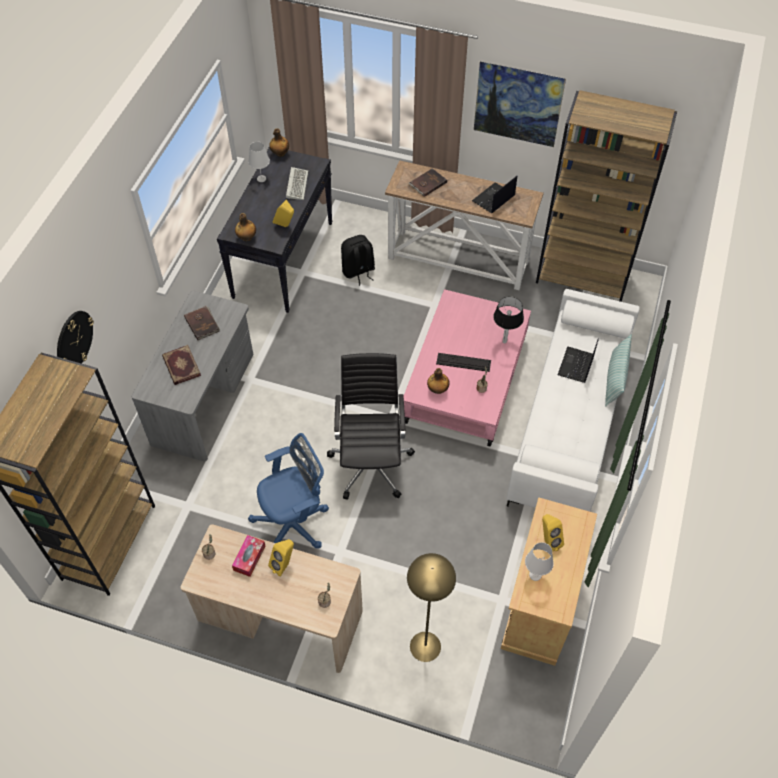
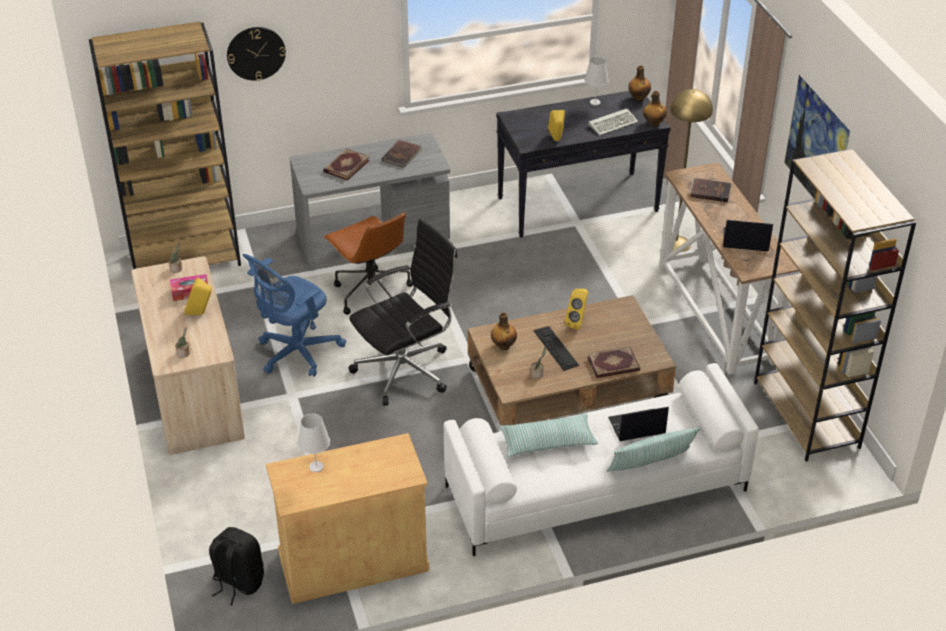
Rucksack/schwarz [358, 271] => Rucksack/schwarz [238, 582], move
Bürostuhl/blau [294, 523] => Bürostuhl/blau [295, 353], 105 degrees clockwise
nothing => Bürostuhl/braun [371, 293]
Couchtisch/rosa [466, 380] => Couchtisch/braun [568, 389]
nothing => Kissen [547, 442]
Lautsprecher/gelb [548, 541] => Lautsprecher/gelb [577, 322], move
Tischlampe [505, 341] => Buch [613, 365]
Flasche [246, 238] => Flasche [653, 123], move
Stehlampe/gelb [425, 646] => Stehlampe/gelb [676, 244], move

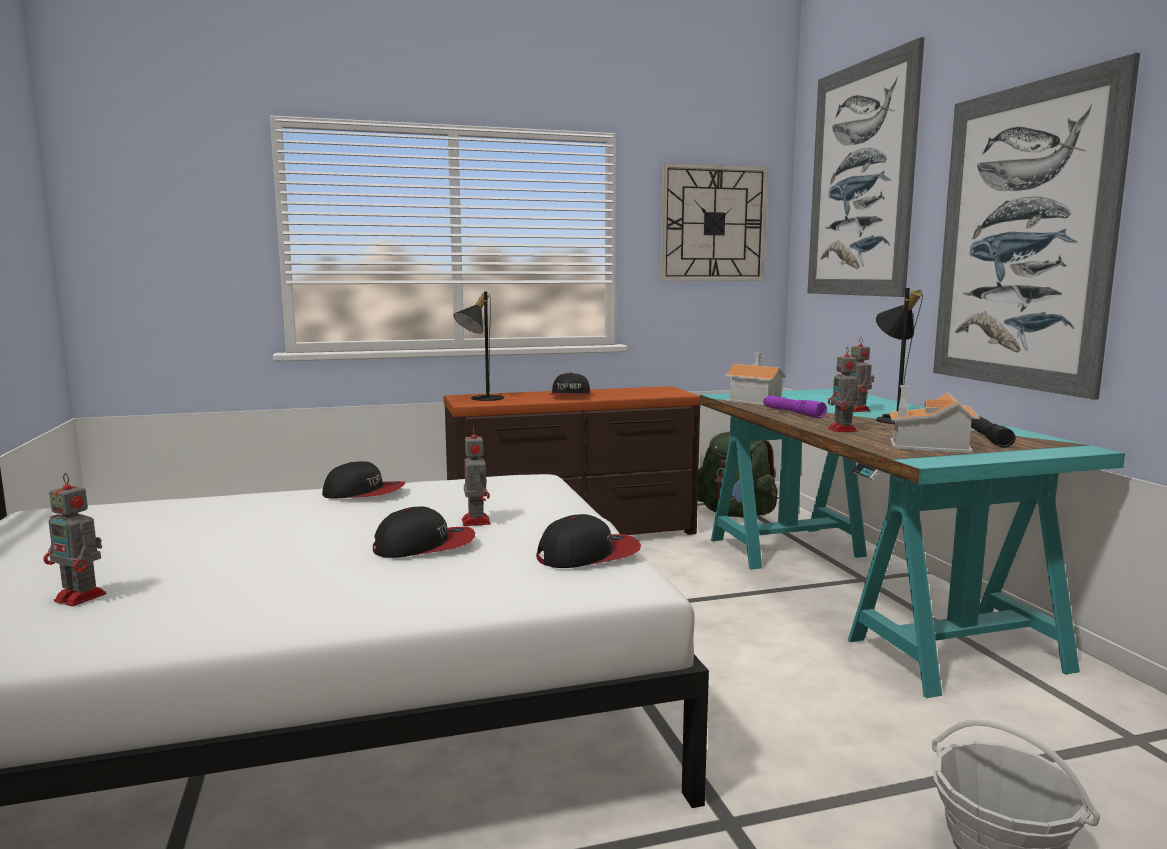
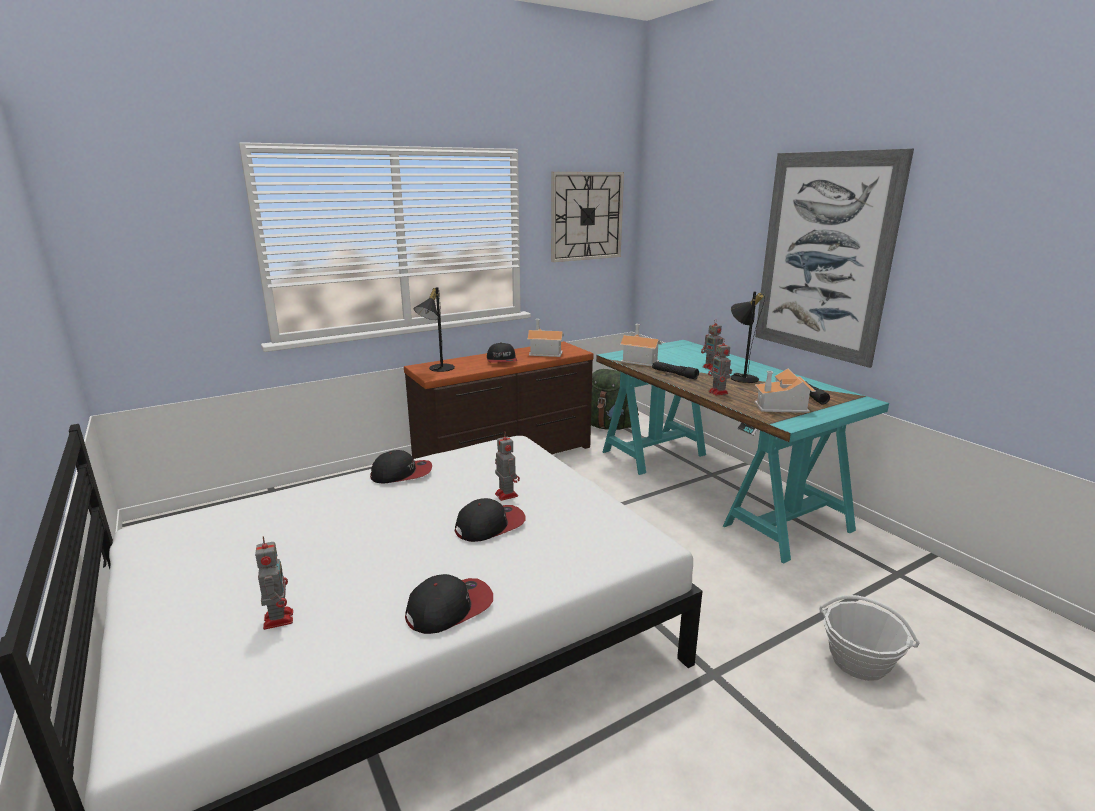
Spielzeugroboter [82, 597] => Spielzeugroboter [278, 618], 120 degrees counterclockwise
Kappe [588, 555] => Kappe [450, 608], move
nothing => Spielzeughaus [543, 351]
Taschenlampe/lila [793, 413] => Taschenlampe/schwarz [674, 374]
Bild [860, 180] => nothing

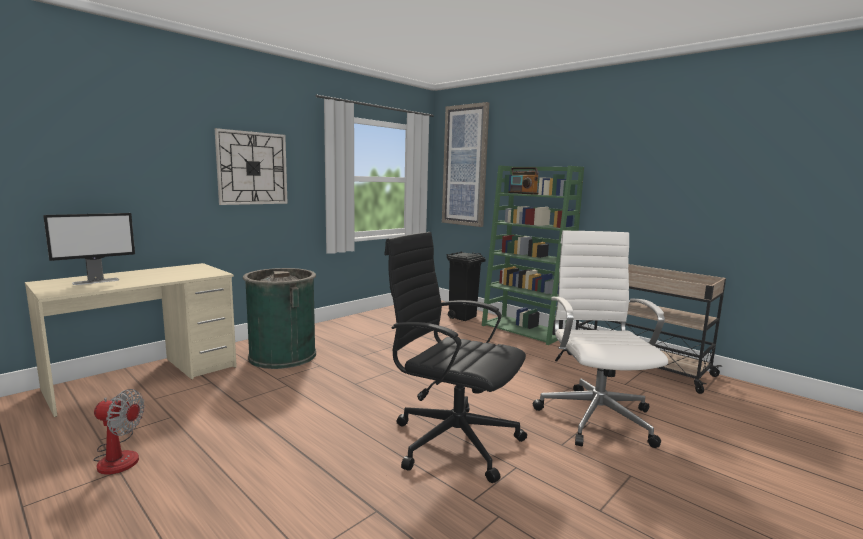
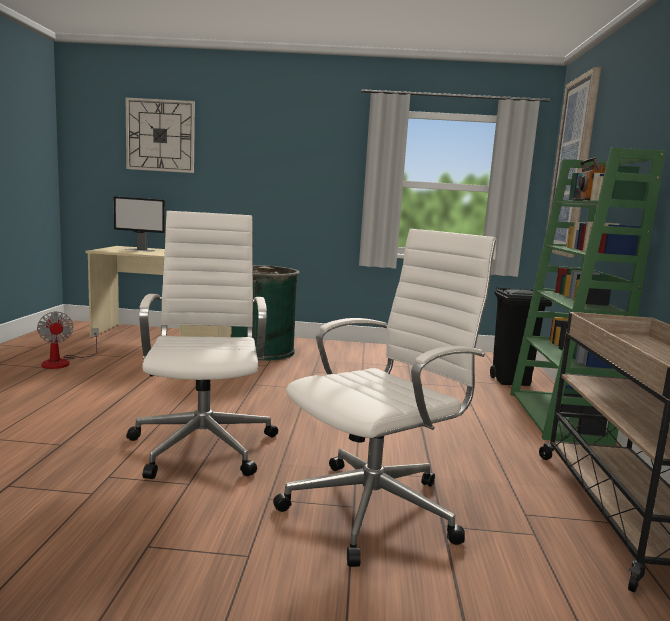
Wanduhr [252, 168] => Wanduhr [160, 135], move
Bürostuhl/schwarz [452, 440] => Bürostuhl/weiß [204, 444]

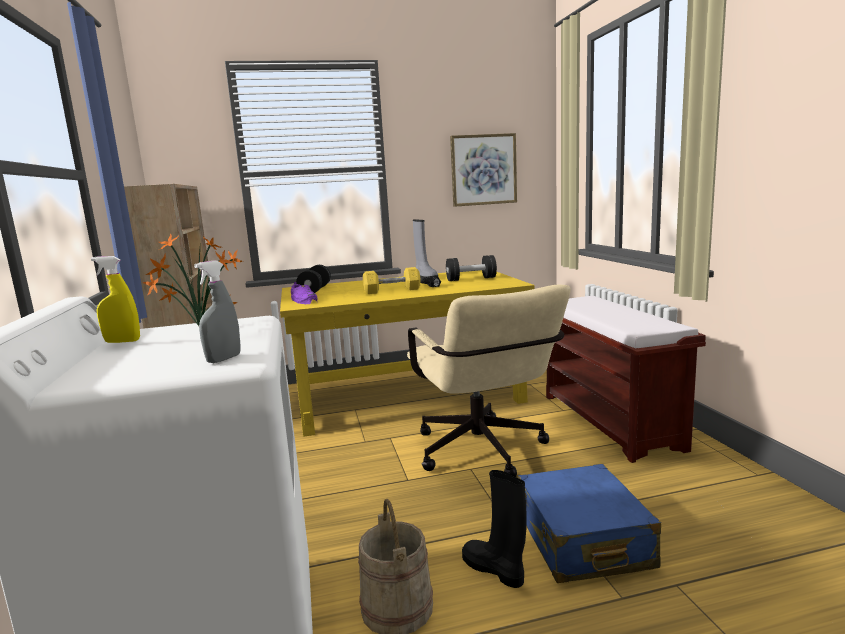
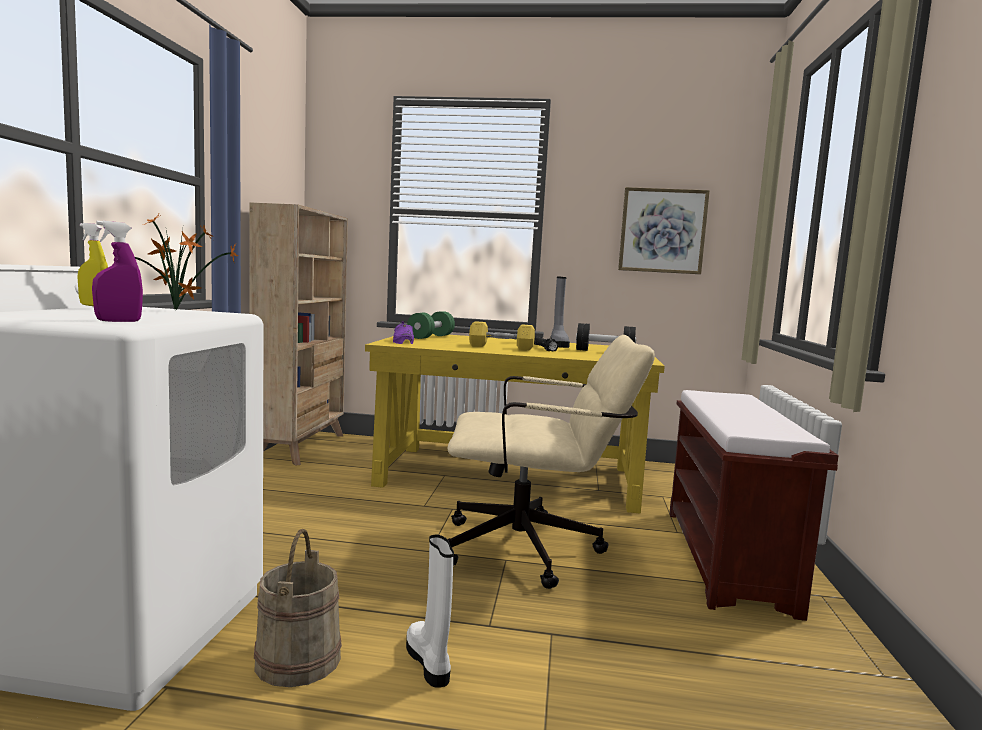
Sprühflasche/grau [224, 359] => Sprühflasche/lila [118, 321]
Stiefel/schwarz [494, 569] => Stiefel/weiß [429, 661]
Hantel/schwarz [315, 290] => Hantel/grün [431, 337]
Bürostuhl/beige [484, 454] => Bürostuhl/beige [535, 550], 90 degrees counterclockwise
Koffer/blau [582, 540] => nothing

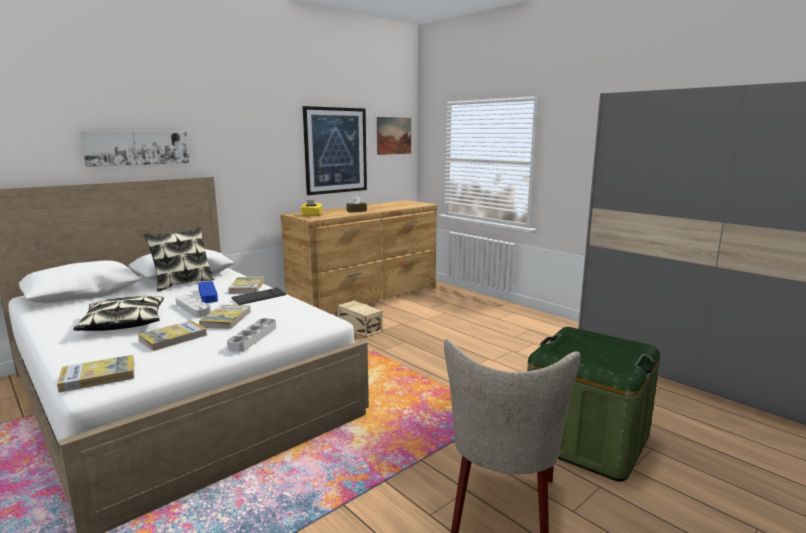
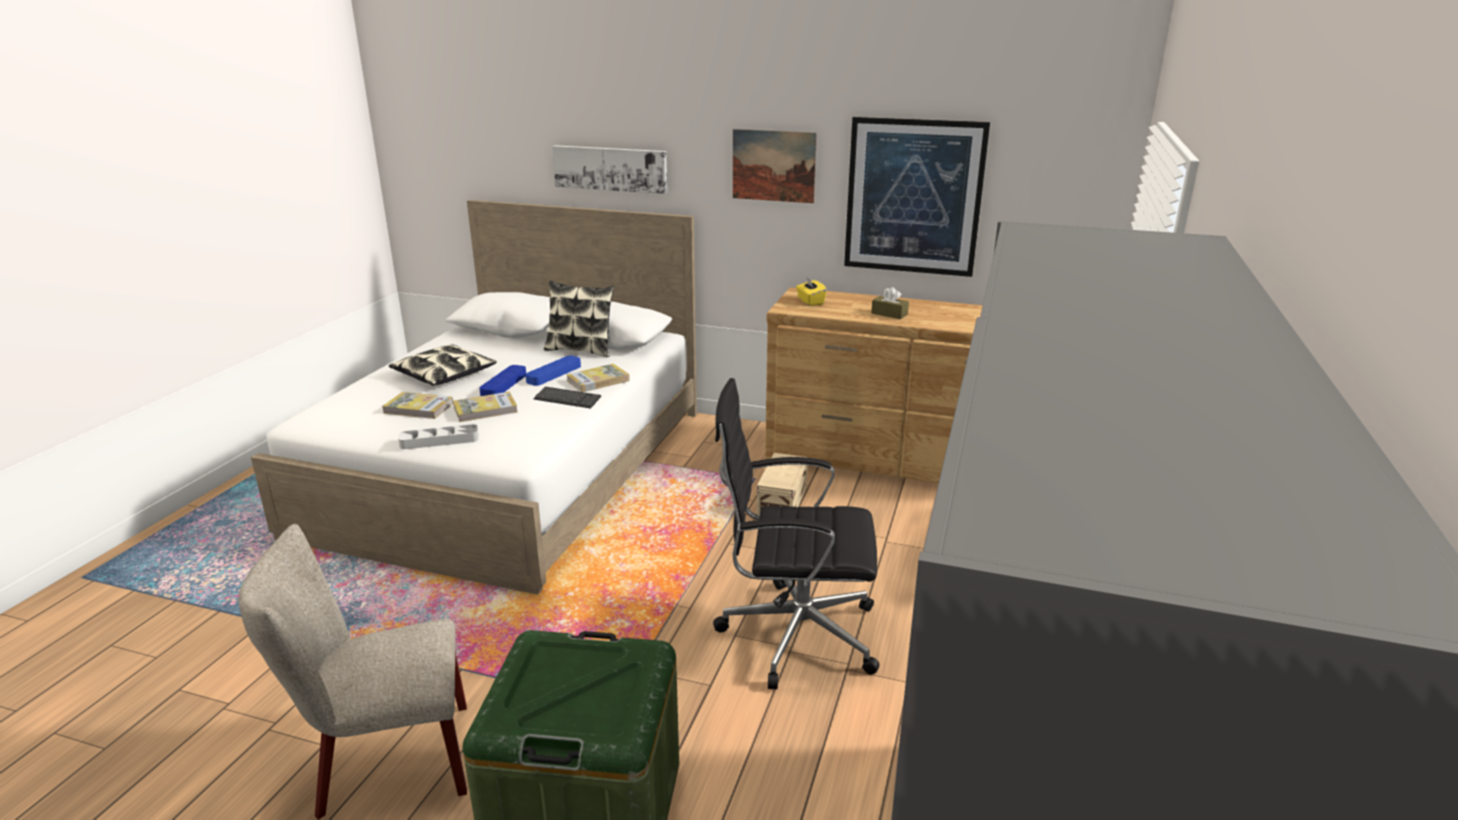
Tablett/grau [193, 309] => Tablett/blau [504, 385]
nothing => Bürostuhl/schwarz [794, 633]
Bild [394, 135] => Bild [773, 166], move
Buch [98, 376] => nothing

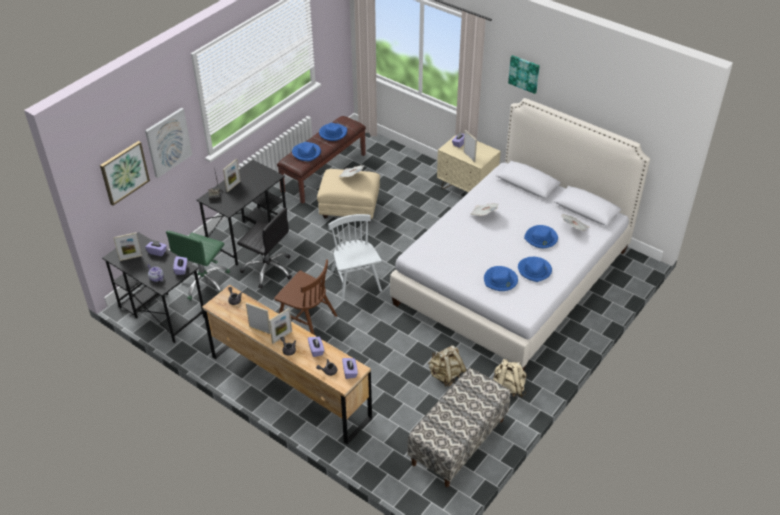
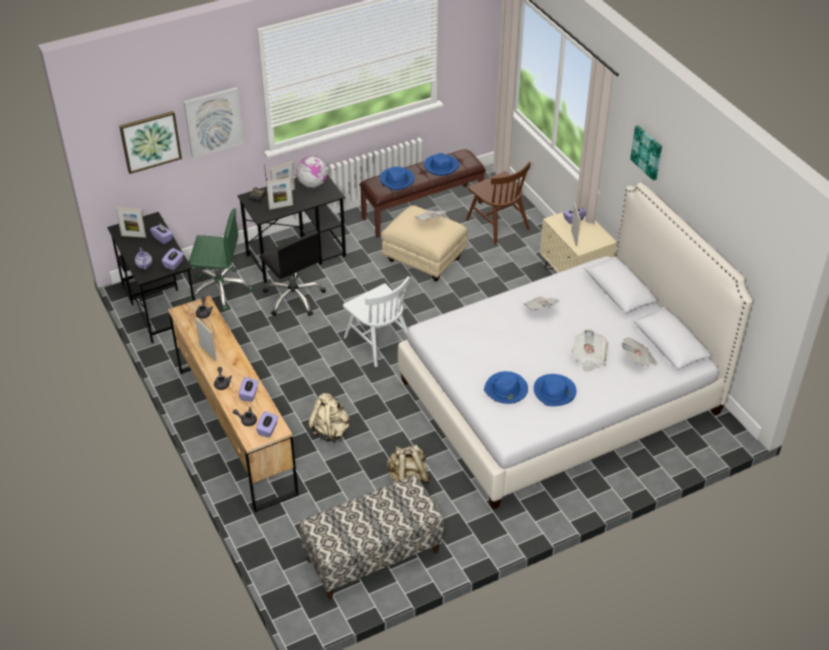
Bürostuhl/grün [204, 282] => Bürostuhl/grün [220, 289], 135 degrees counterclockwise
Bilderrahmen [282, 337] => Bilderrahmen [281, 206], move
nothing => Globus [312, 184]
Rucksack/beige [508, 388] => Rucksack/beige [330, 431], move
Stuhl/weiß [356, 281] => Stuhl/weiß [378, 341], 135 degrees clockwise
Stuhl/braun [306, 320] => Stuhl/braun [497, 224], move
Hut/blau [541, 238] => Zeitung [589, 358]

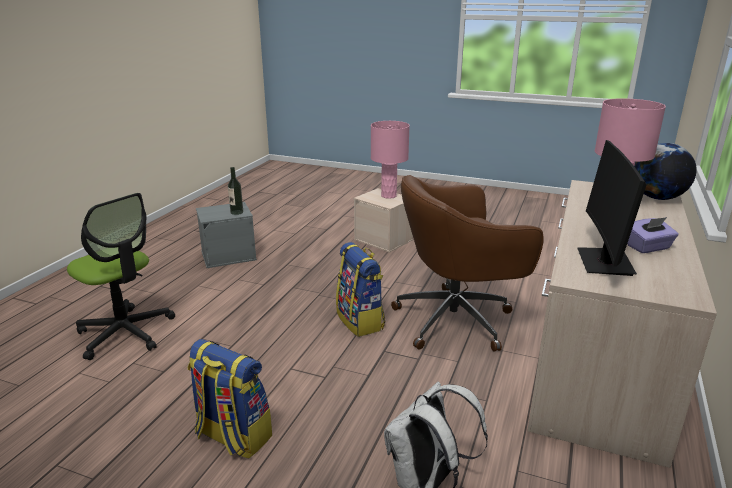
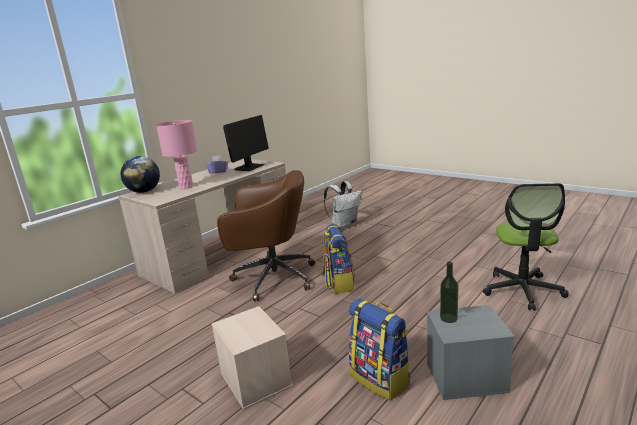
Rucksack [232, 436] => Rucksack [380, 379], move
Bürostuhl [126, 333] => Bürostuhl [522, 290], 135 degrees counterclockwise
Tischlampe/rosa [389, 195] => nothing

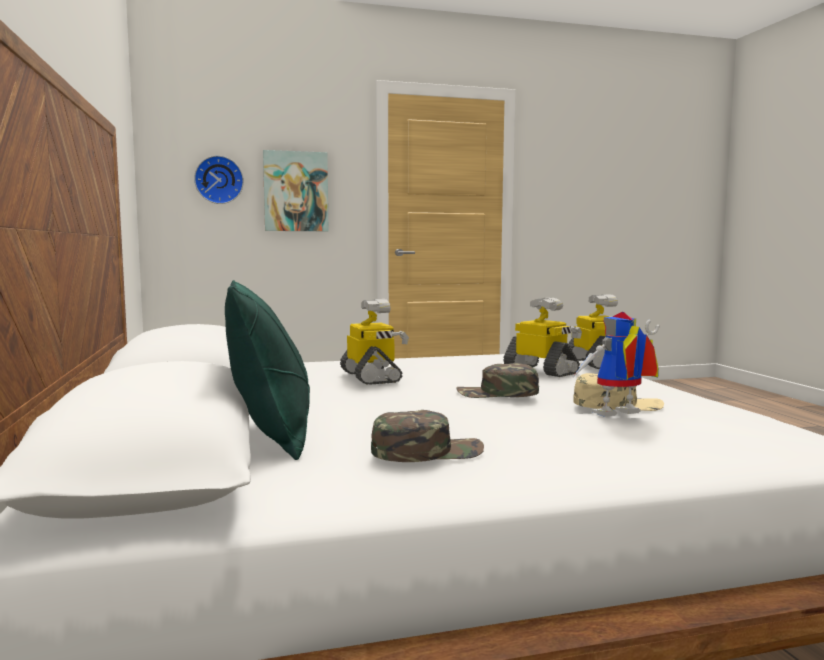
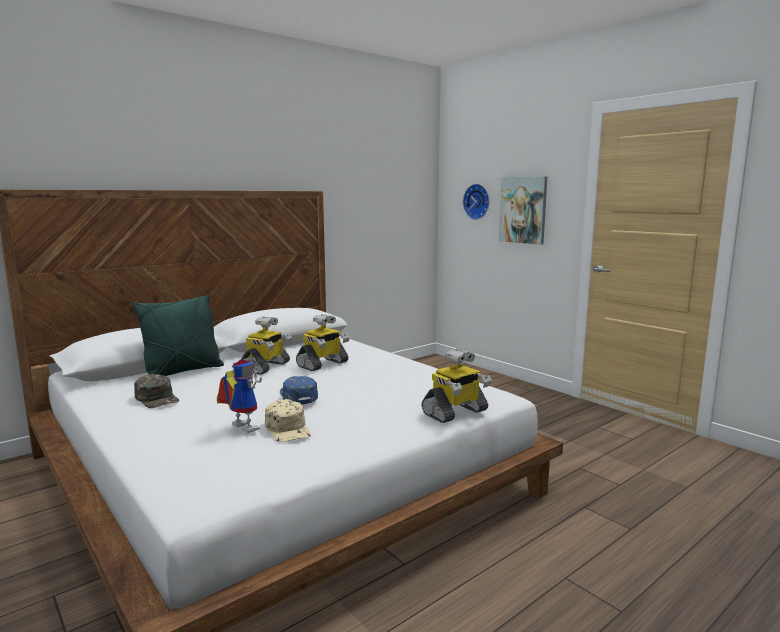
Spielzeugroboter [542, 371] => Spielzeugroboter [266, 367], move
Kappe/grün [497, 393] => Kappe/blau [297, 395]

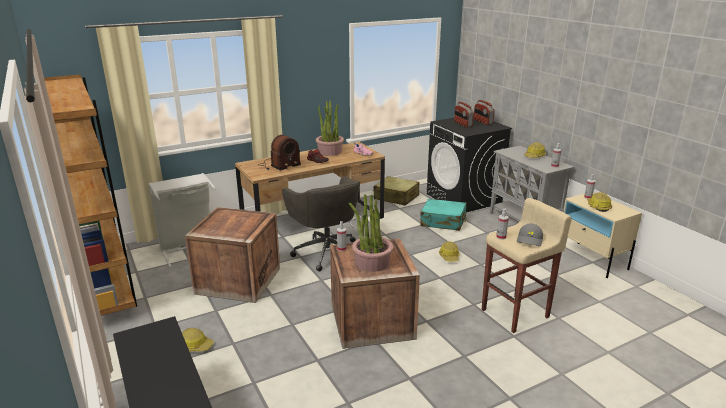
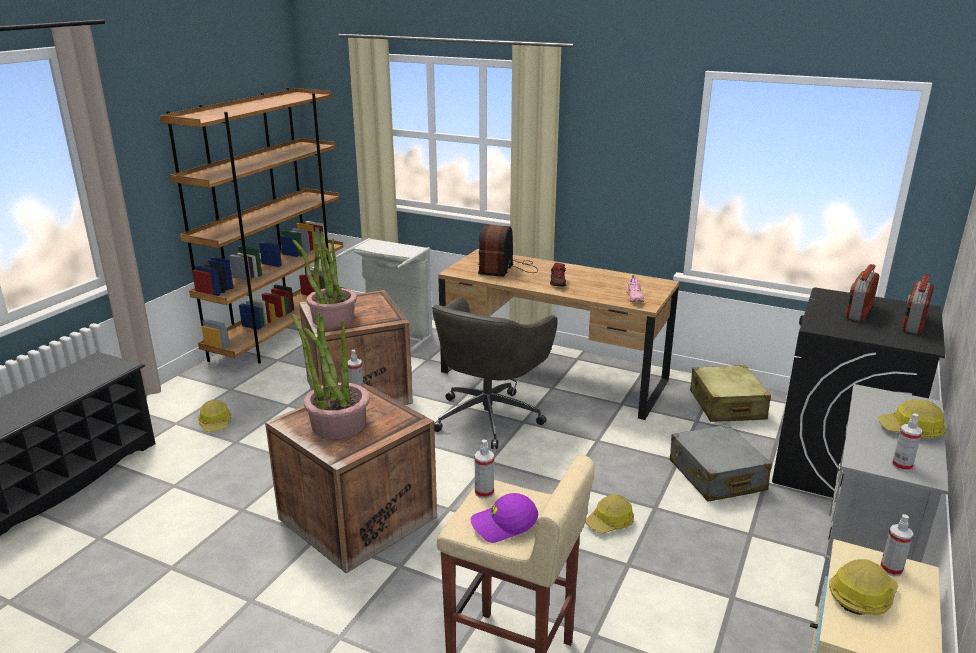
Topfpflanze [330, 152] => Topfpflanze [332, 318], move
Kappe/grau [530, 240] => Kappe/lila [504, 525]
Radio [278, 165] => Radio [507, 269], 90 degrees clockwise
Koffer/türkis [443, 222] => Koffer/grau [716, 476]

